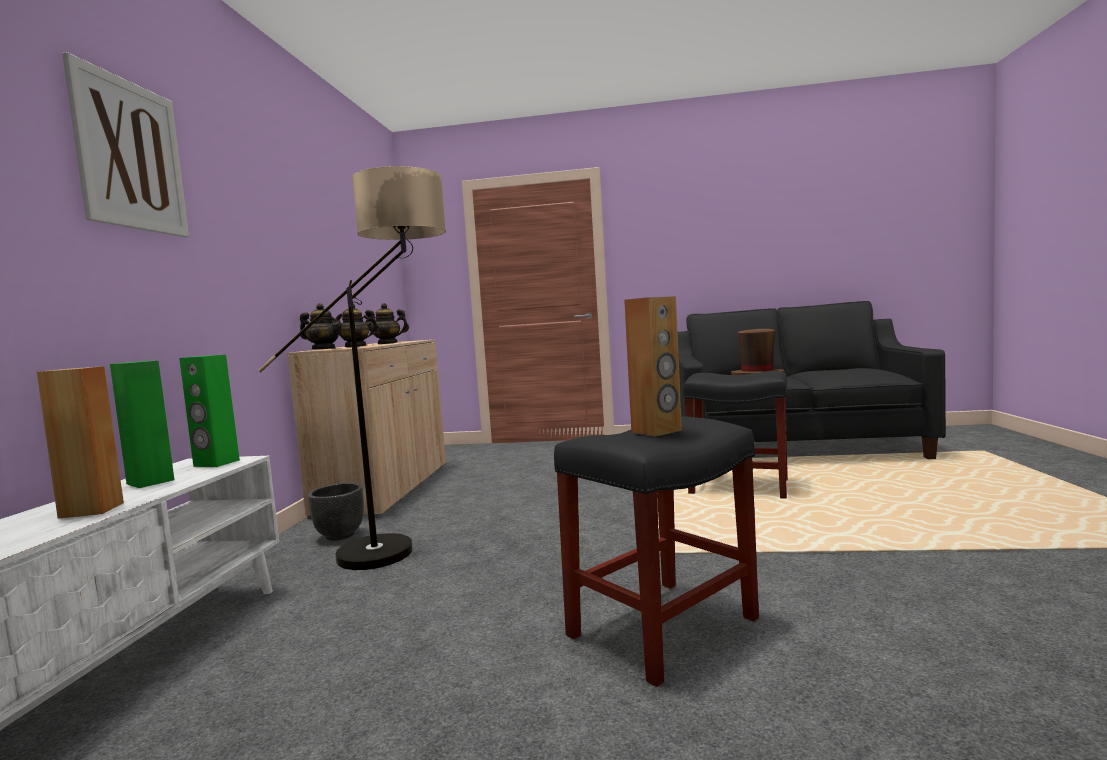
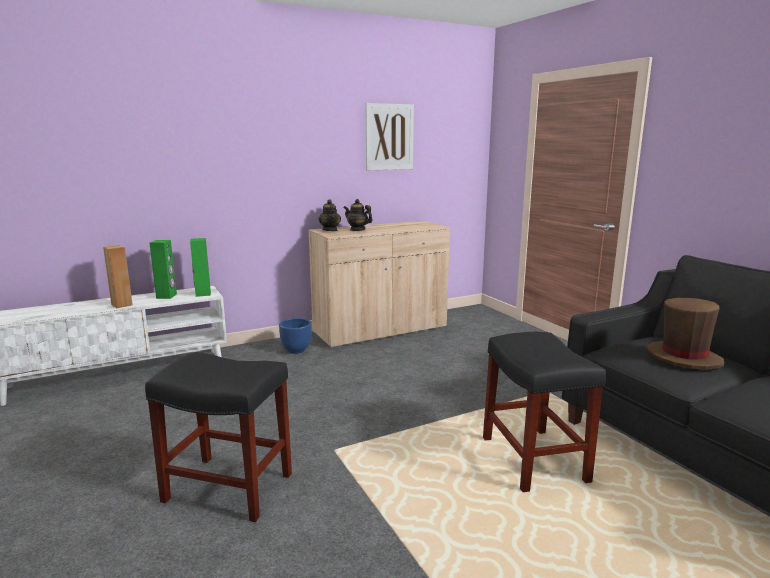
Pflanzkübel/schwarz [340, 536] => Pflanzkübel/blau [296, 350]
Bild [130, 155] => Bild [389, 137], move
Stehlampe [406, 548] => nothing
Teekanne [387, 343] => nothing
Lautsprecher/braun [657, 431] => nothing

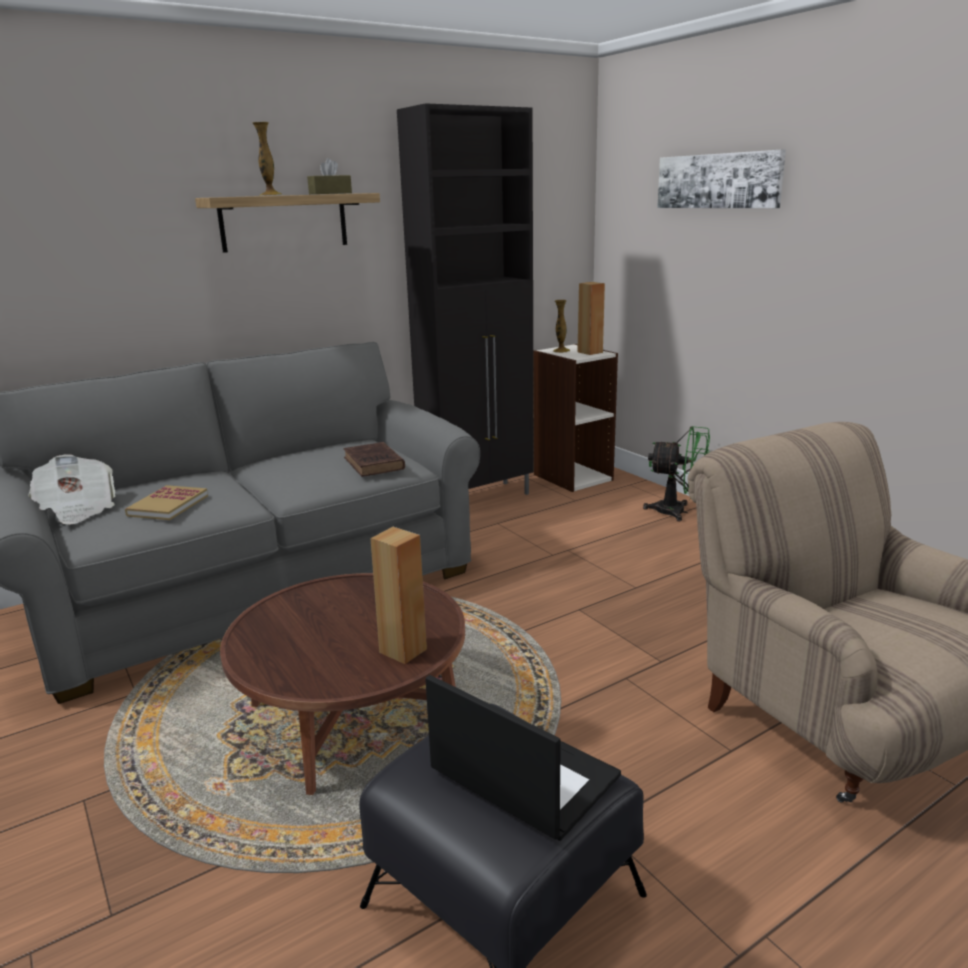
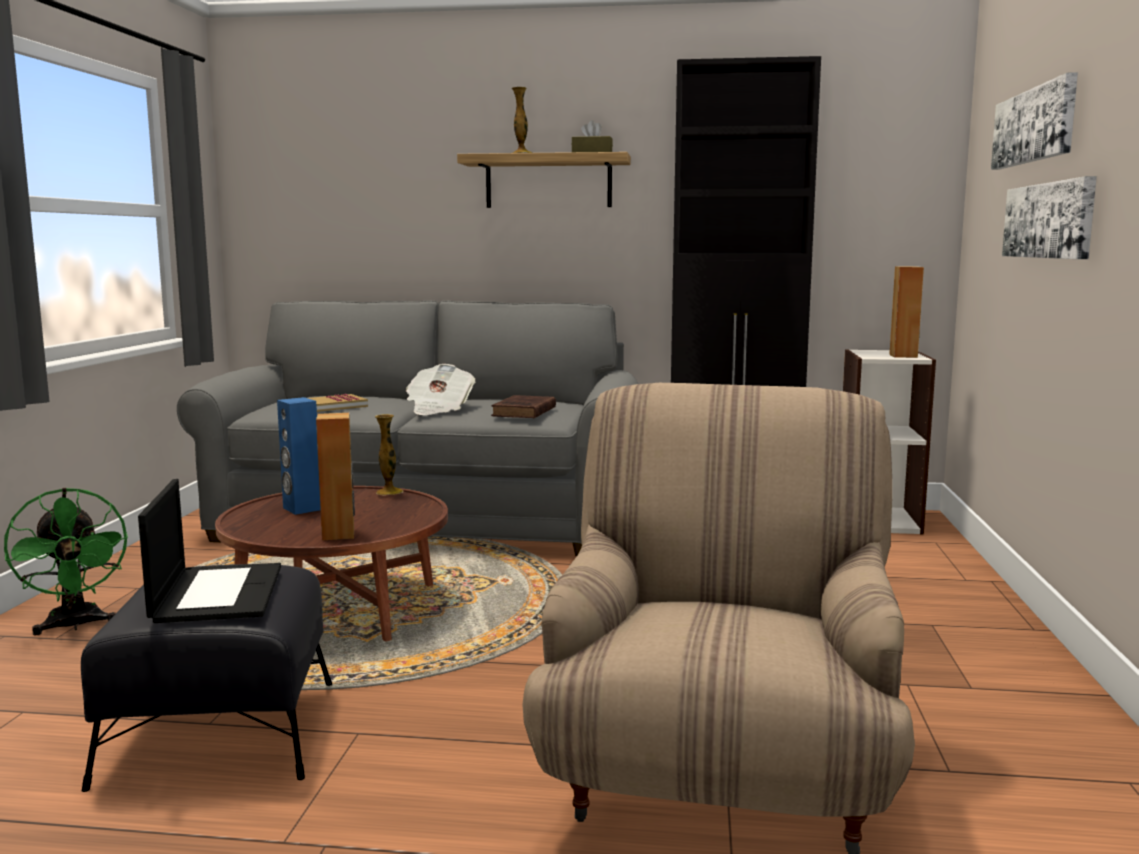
Ventilator/grün [678, 512] => Ventilator/grün [75, 625], move
nothing => Lautsprecher/blau [301, 509]
Vase [561, 351] => Vase [389, 492], move
Zeitung [77, 509] => Zeitung [438, 409], move
nothing => Bild [1049, 220]

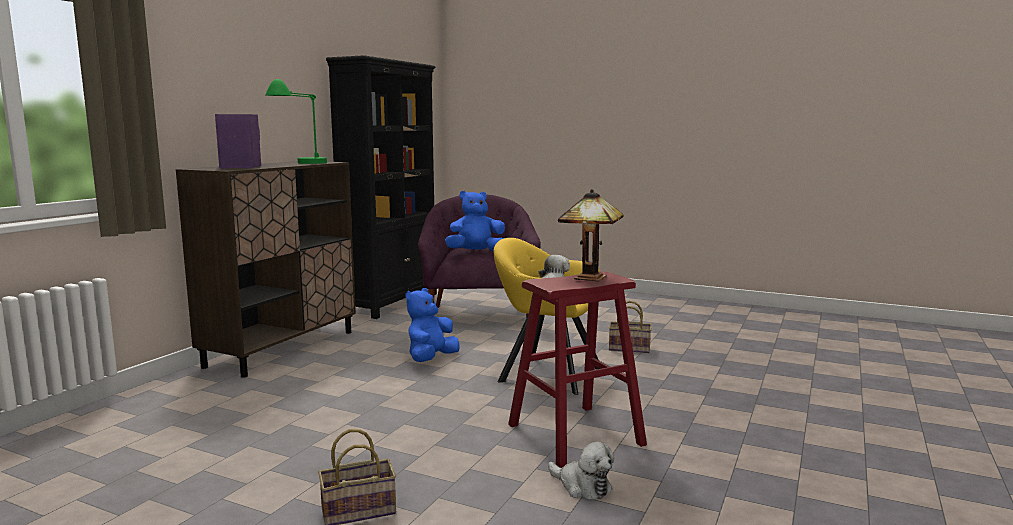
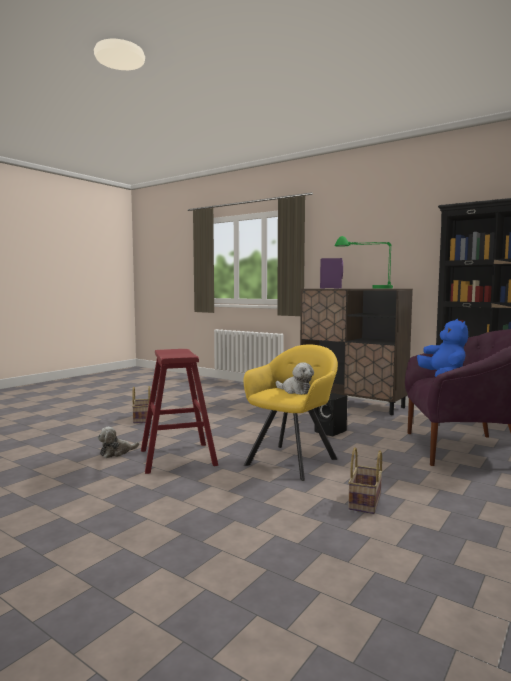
Plüschtier/blau [431, 359] => Lautsprecher/schwarz [331, 432]
Tischlampe [591, 278] => nothing

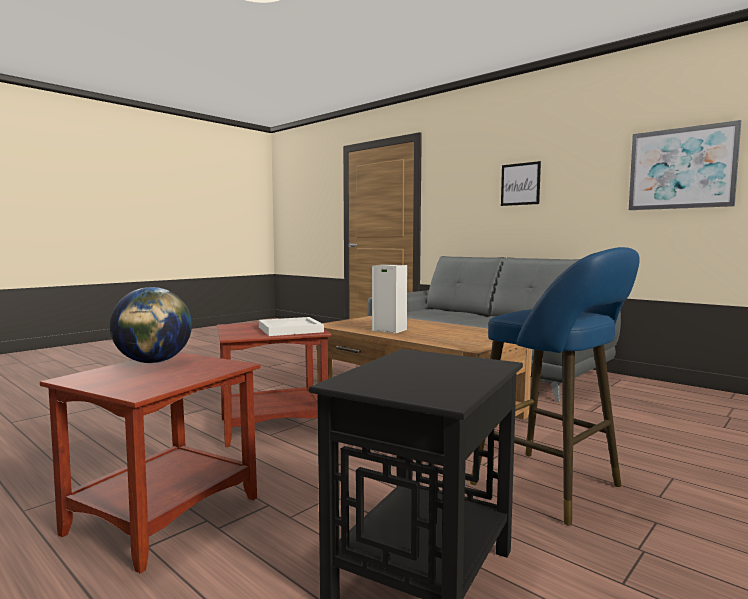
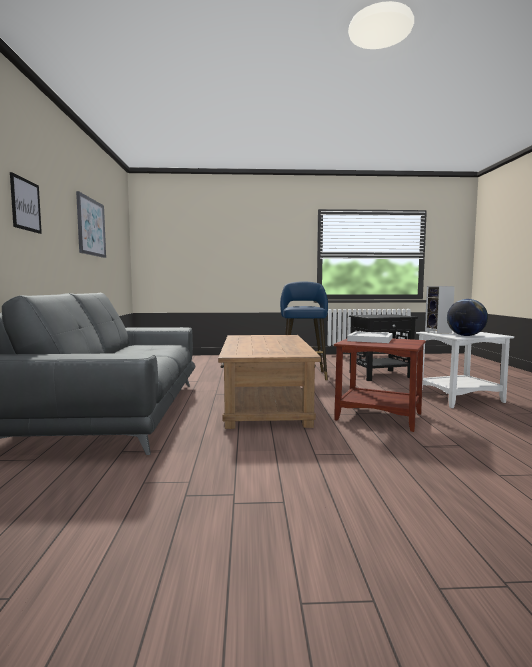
Beistelltisch/braun [165, 516] => Beistelltisch/weiß [458, 398]
Lautsprecher [388, 330] => Lautsprecher [439, 332], move

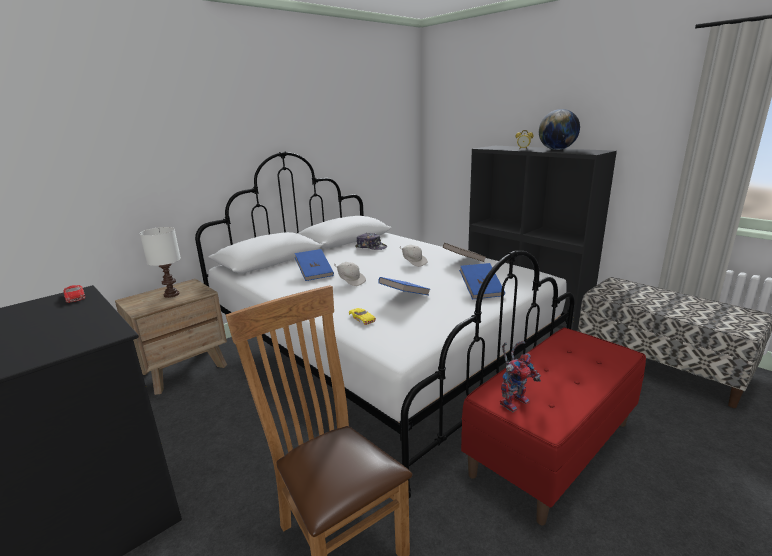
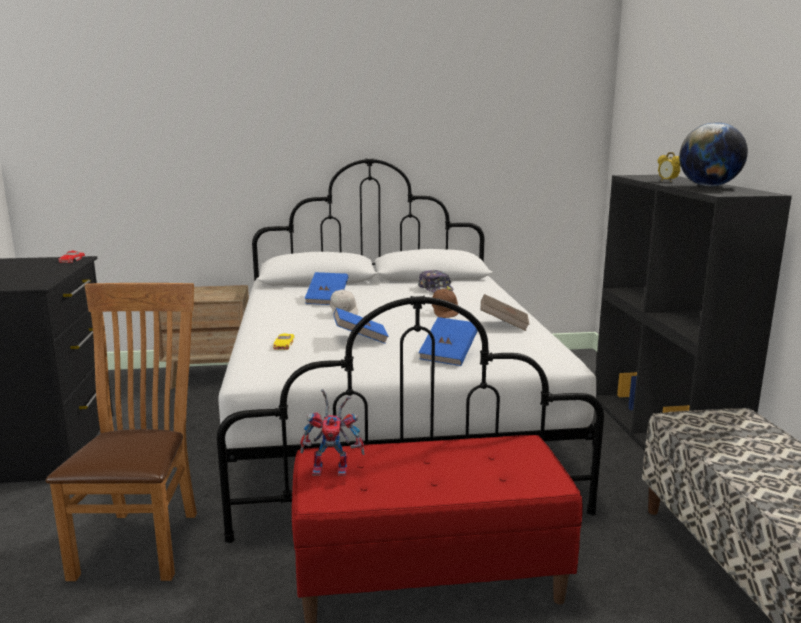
Kappe/weiß [414, 262] => Kappe/braun [445, 313]
Tischlampe/weiß [171, 294] => nothing

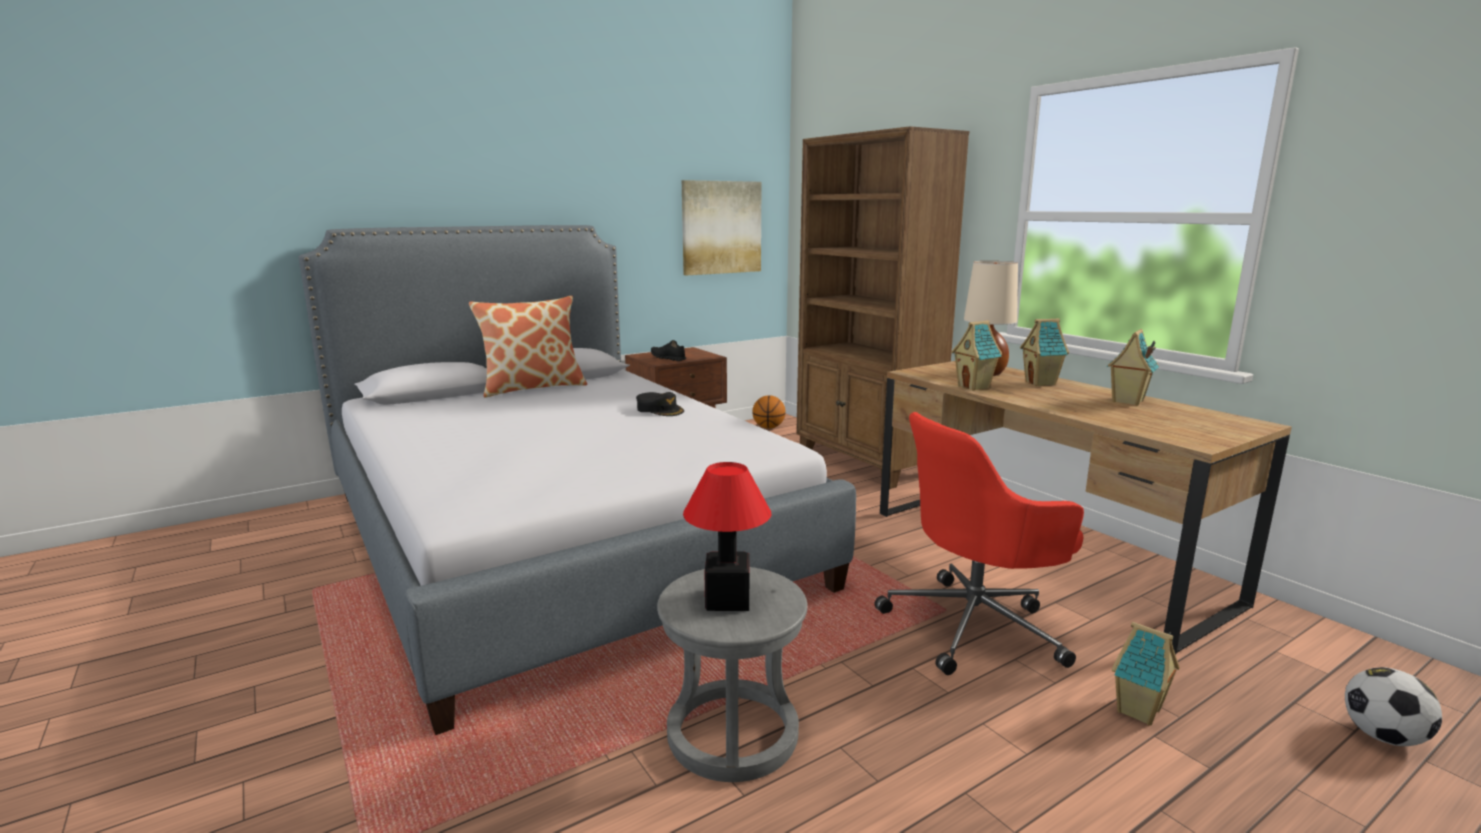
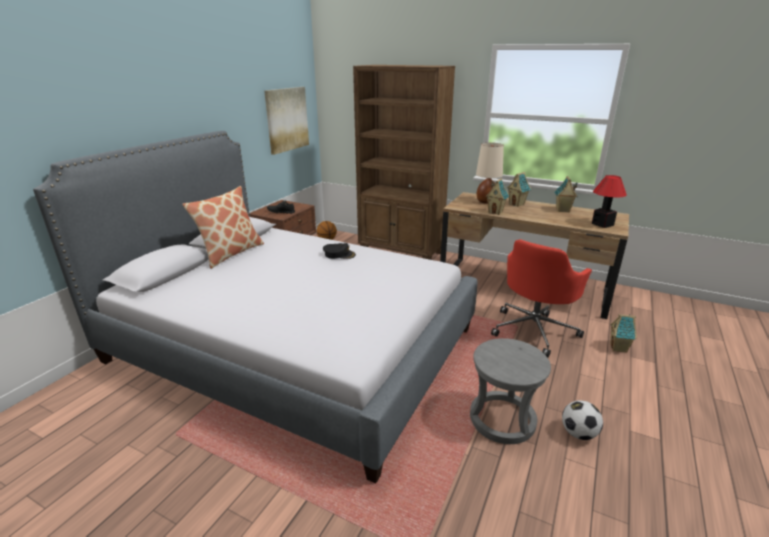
Fußball [1383, 737] => Fußball [578, 433], move
Tischlampe [728, 599] => Tischlampe [602, 224], move

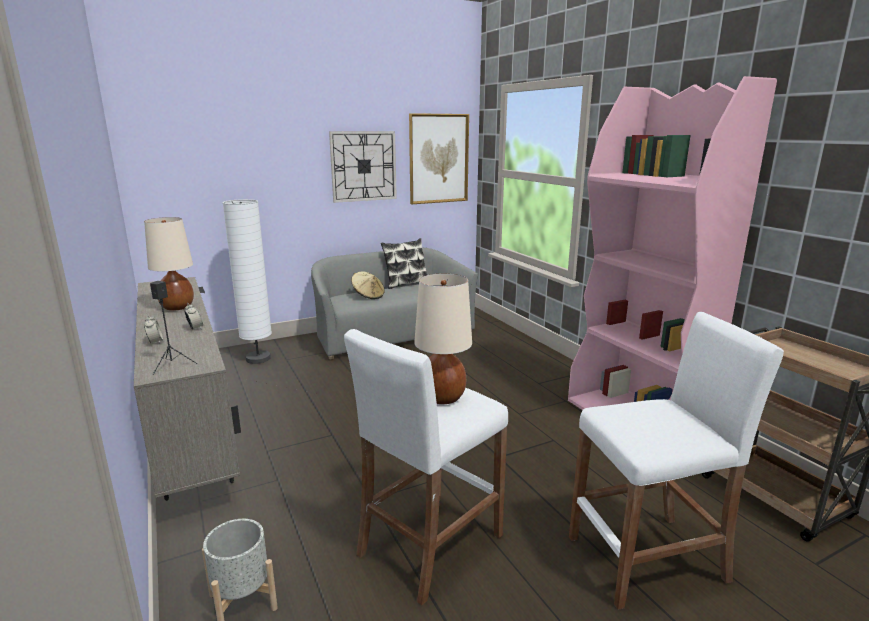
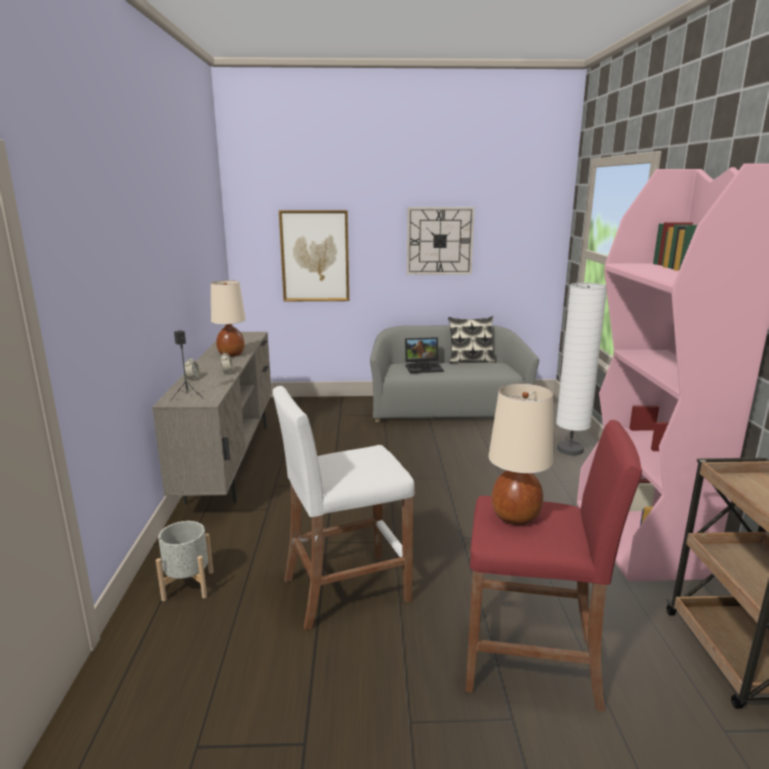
Bild [438, 159] => Bild [315, 256], move
Hut/beige [368, 296] => Laptop [424, 367]
Hocker/weiß [647, 559] => Hocker/rot [532, 663]
Tischlampe/beige [442, 397] => Tischlampe/beige [514, 516], move
Stehlampe/weiß [258, 359] => Stehlampe/weiß [570, 450], move

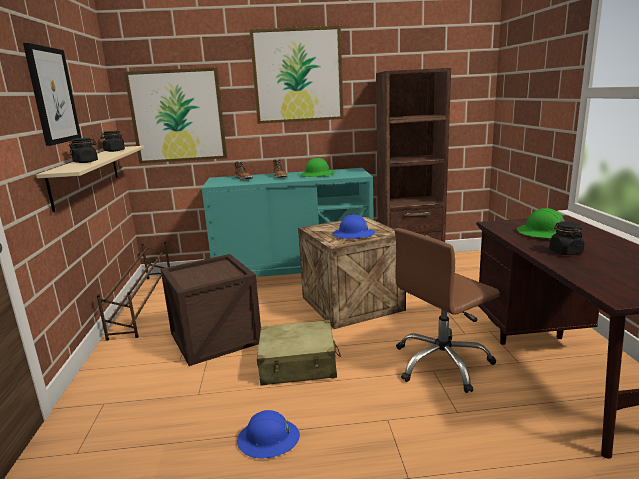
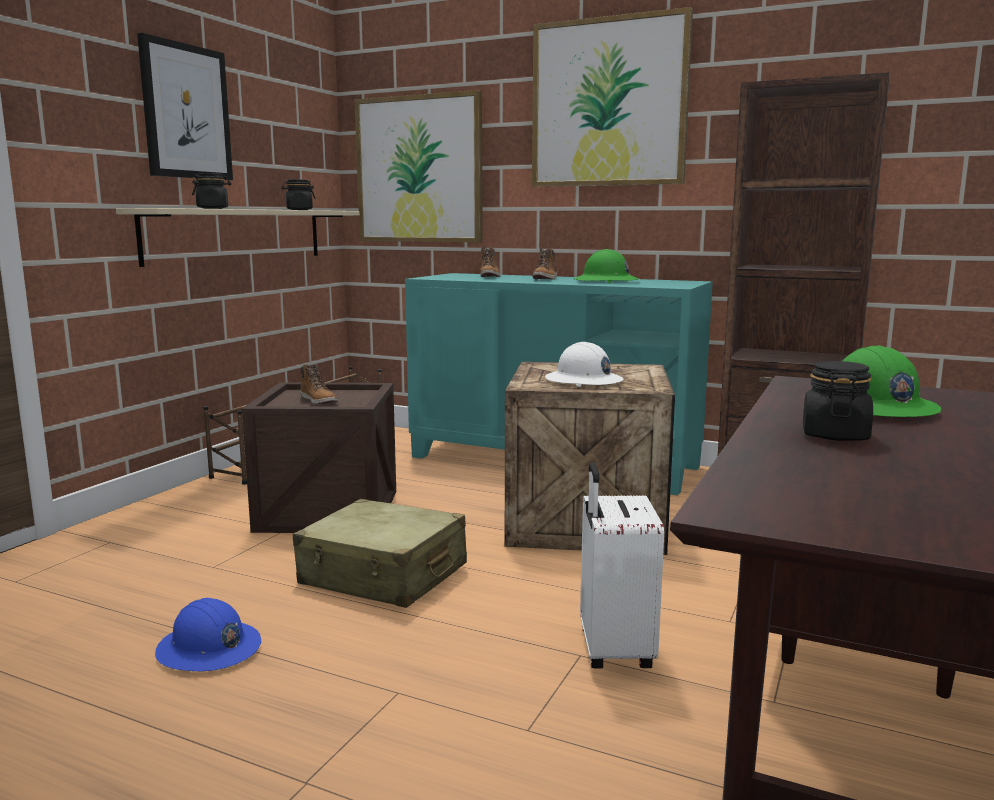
nothing => Stiefel [319, 401]
Schutzhelm/blau [353, 234] => Schutzhelm/weiß [583, 381]
Bürostuhl/braun [442, 363] => Koffer/weiß [613, 650]

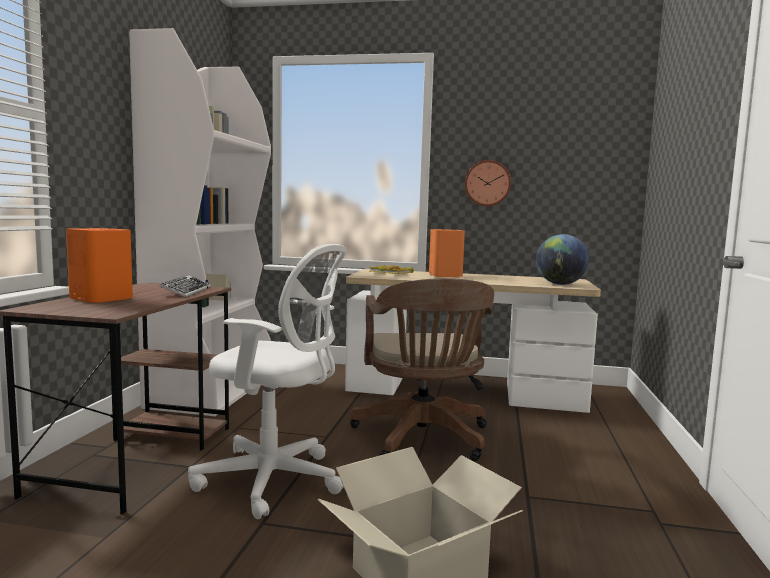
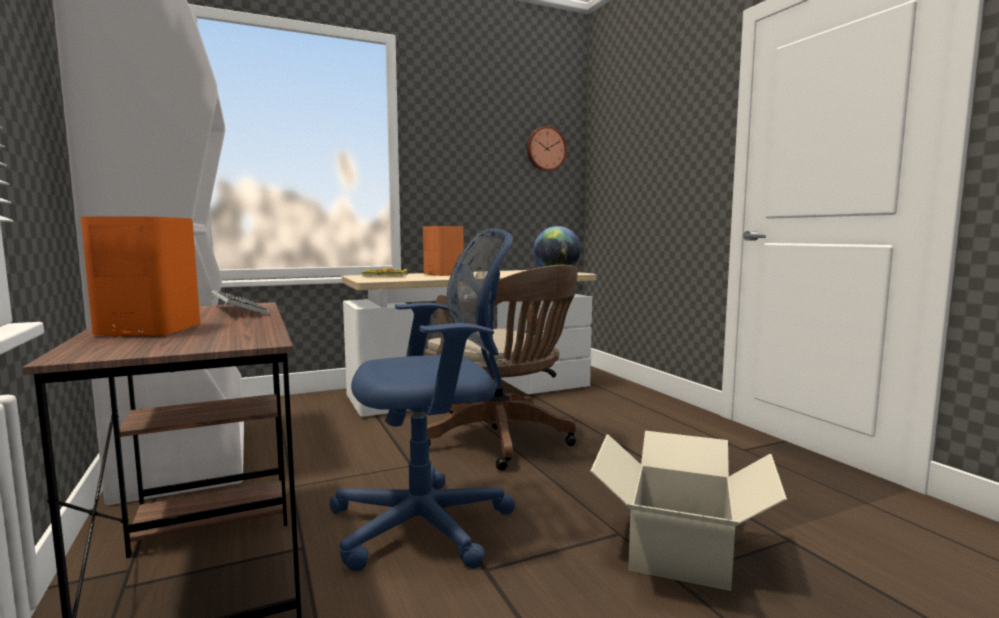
Bürostuhl/weiß [275, 481] => Bürostuhl/blau [430, 524]
Wanduhr [487, 183] => Wanduhr [545, 149], move

